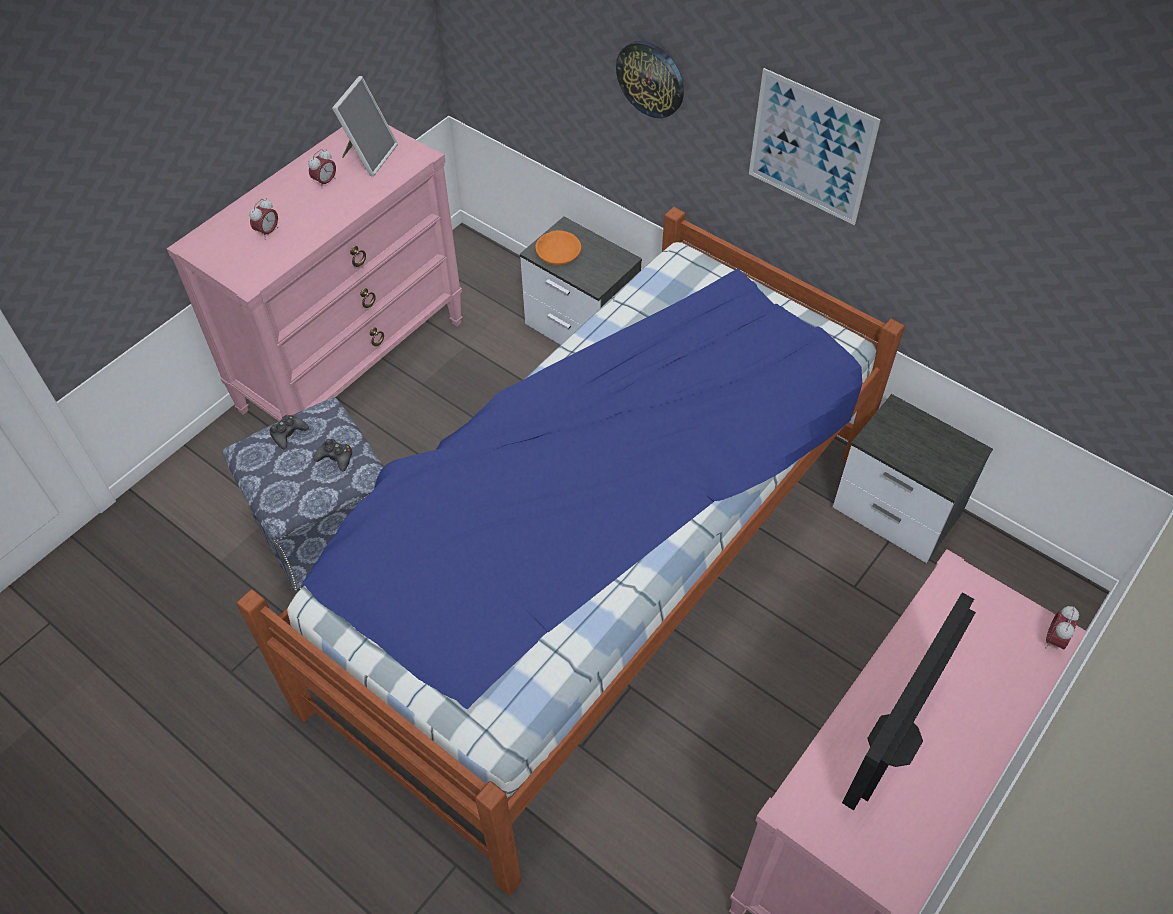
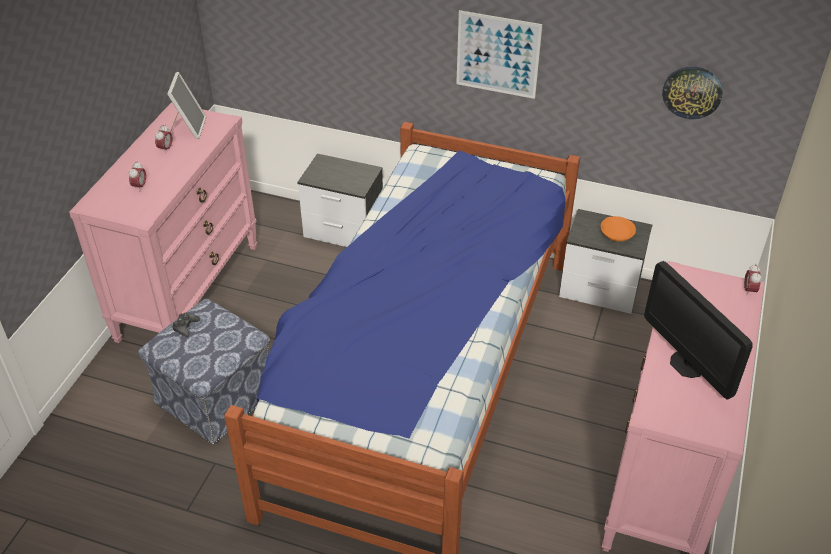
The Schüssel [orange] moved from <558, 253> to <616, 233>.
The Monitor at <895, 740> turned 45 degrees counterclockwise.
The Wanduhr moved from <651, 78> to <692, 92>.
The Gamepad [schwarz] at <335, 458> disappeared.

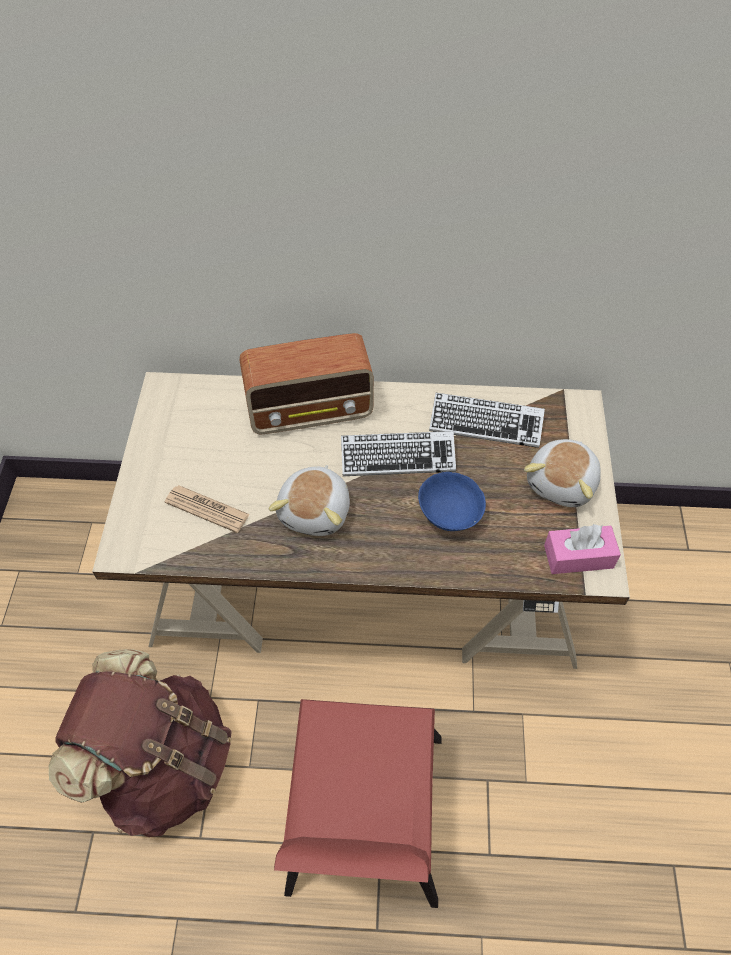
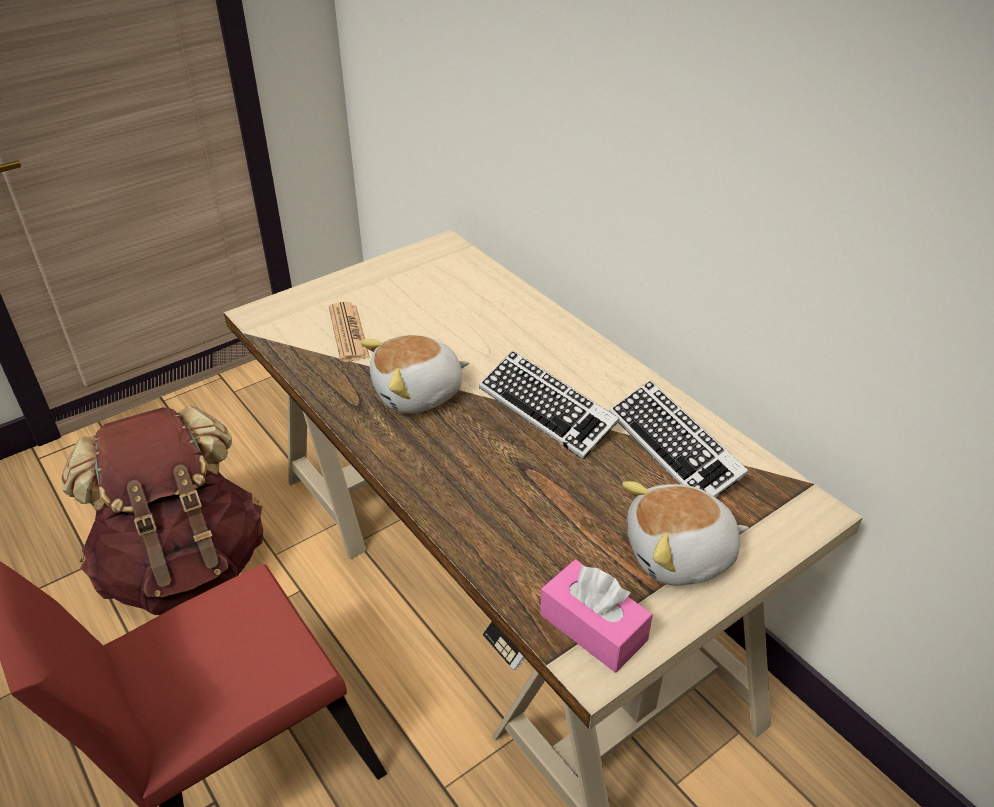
The Radio at <311, 411> disappeared.
The Schüssel [blau] at <449, 517> disappeared.

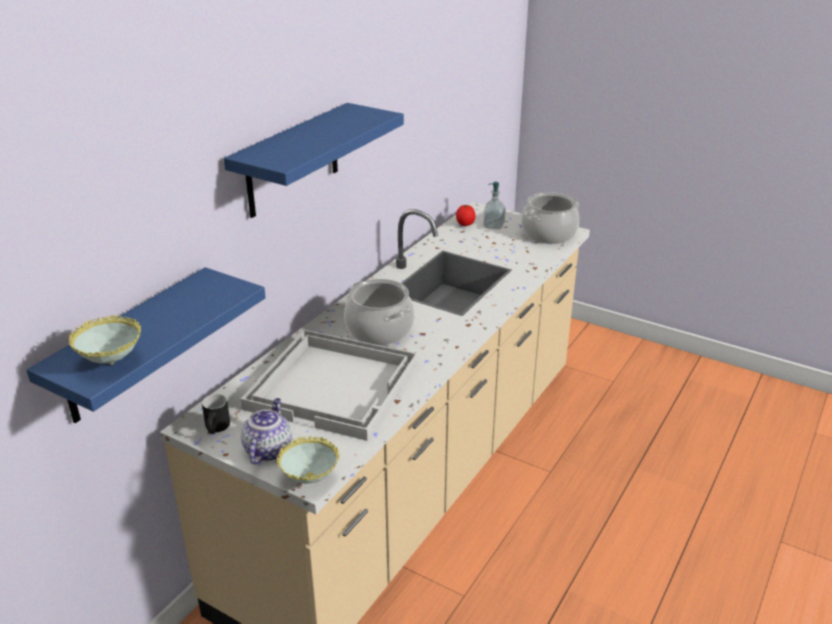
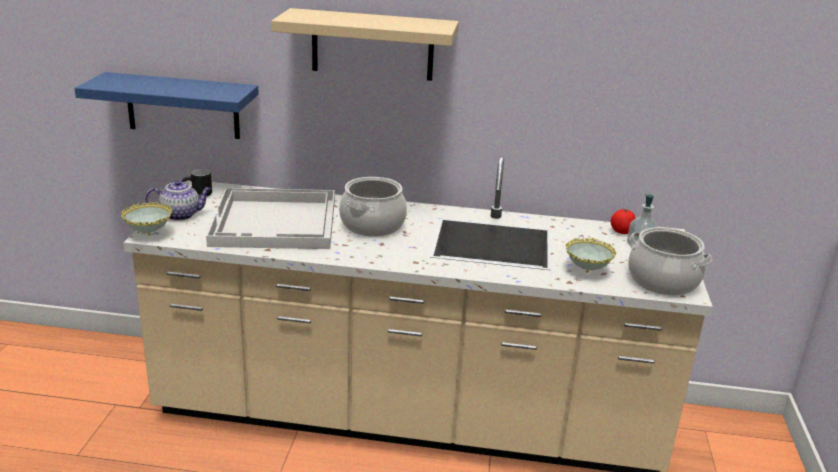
The Wandregal [blau] at <293, 161> became the Wandregal [beige] at <372, 45>.
The Schüssel moved from <112, 364> to <587, 272>.

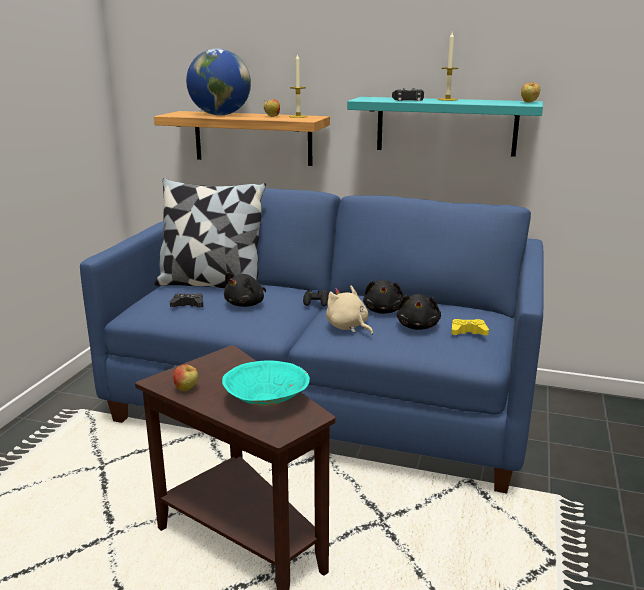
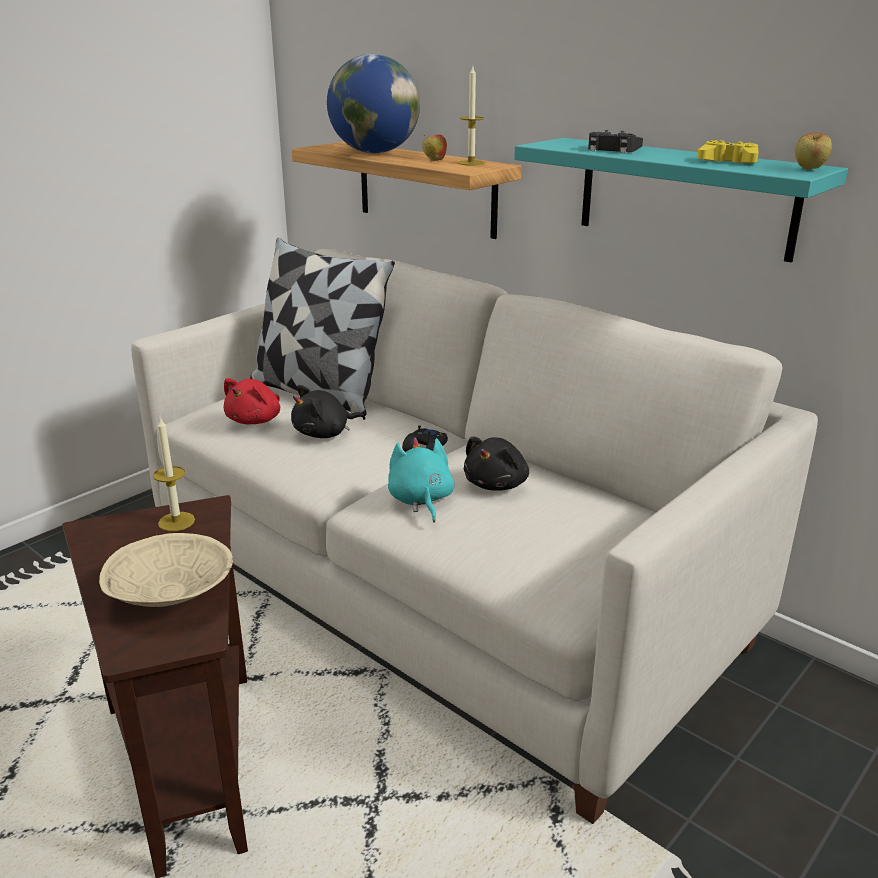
The Schüssel [türkis] at <267, 400> became the Schüssel [beige] at <173, 595>.
The Sofa [blau] at <322, 404> became the Sofa [weiß] at <440, 592>.
The Kerze moved from <447, 99> to <176, 521>.
The Gamepad [schwarz] at <188, 305> was replaced by the Plüschtier [rot] at <256, 420>.
The Plüschtier [beige] at <348, 327> became the Plüschtier [türkis] at <420, 500>.
The Gamepad [gelb] moved from <468, 332> to <728, 161>.
The Apfel at <186, 389> disappeared.
The Plüschtier [schwarz] at <418, 326> disappeared.

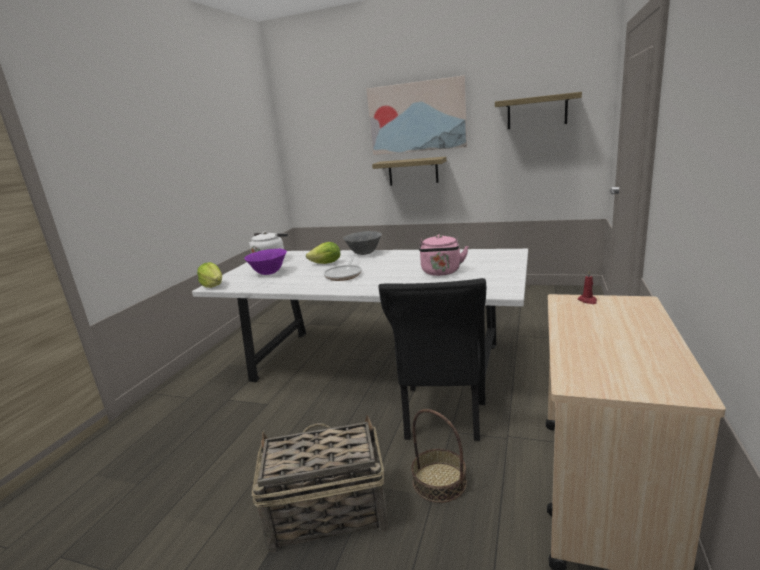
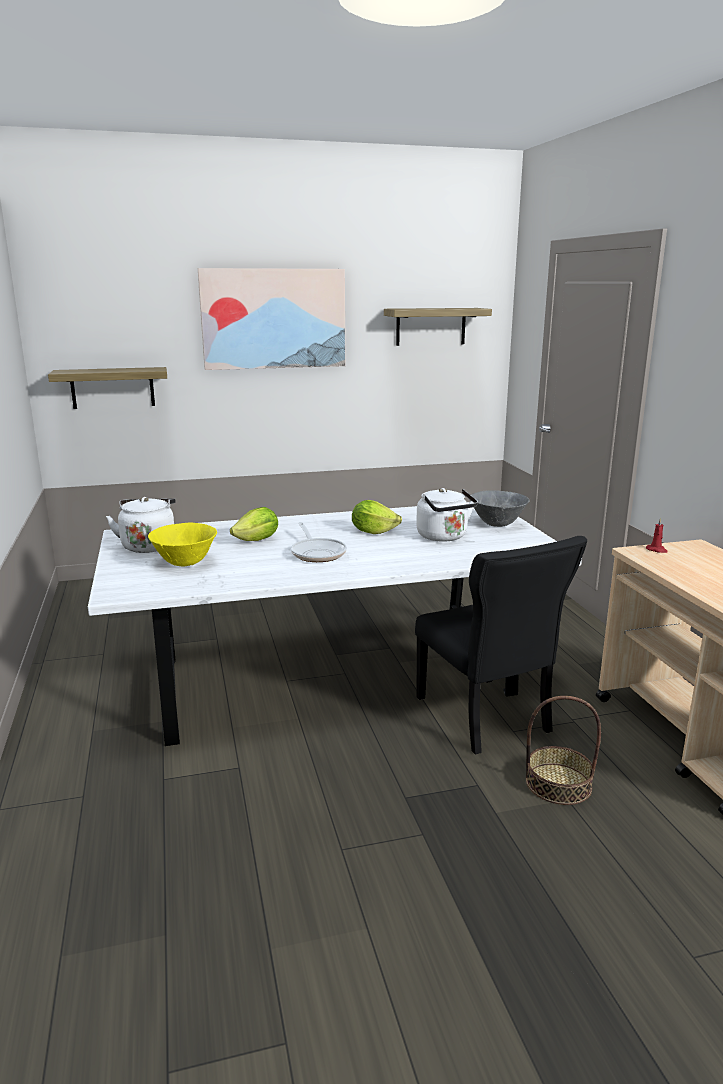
The Wandregal moved from <413, 171> to <112, 388>.
The Schüssel [lila] at <269, 273> became the Schüssel [gelb] at <185, 563>.
The Salatkopf moved from <213, 285> to <373, 532>.
The Wasserkessel [rosa] at <441, 272> became the Wasserkessel [weiß] at <444, 537>.
The Schüssel [grau] moved from <364, 253> to <497, 524>.
The Korb at <326, 512> disappeared.

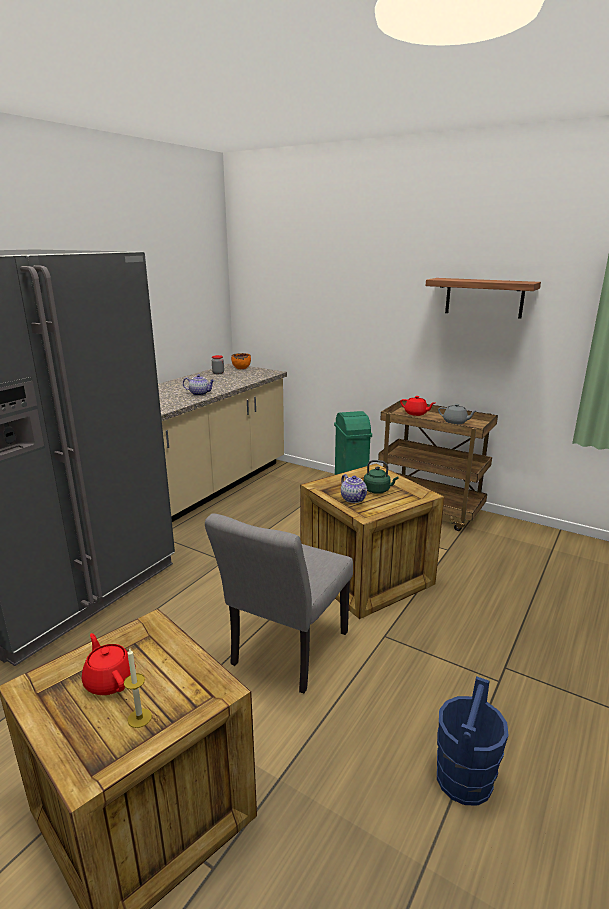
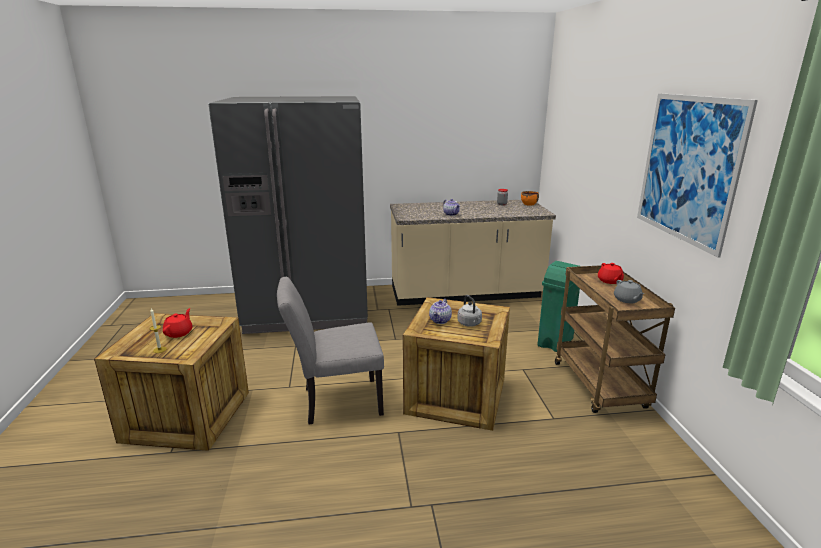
The Wasserkessel [grün] at <378, 490> became the Wasserkessel [grau] at <470, 324>.
The Wandregal at <484, 297> was replaced by the Bild at <688, 169>.
The Eimer [blau] at <464, 779> disappeared.

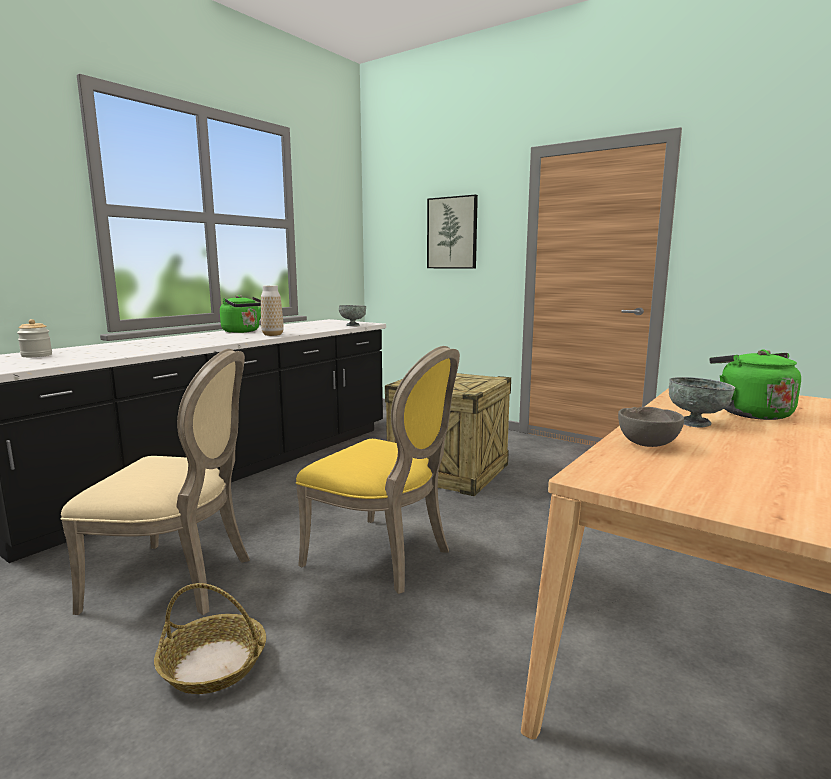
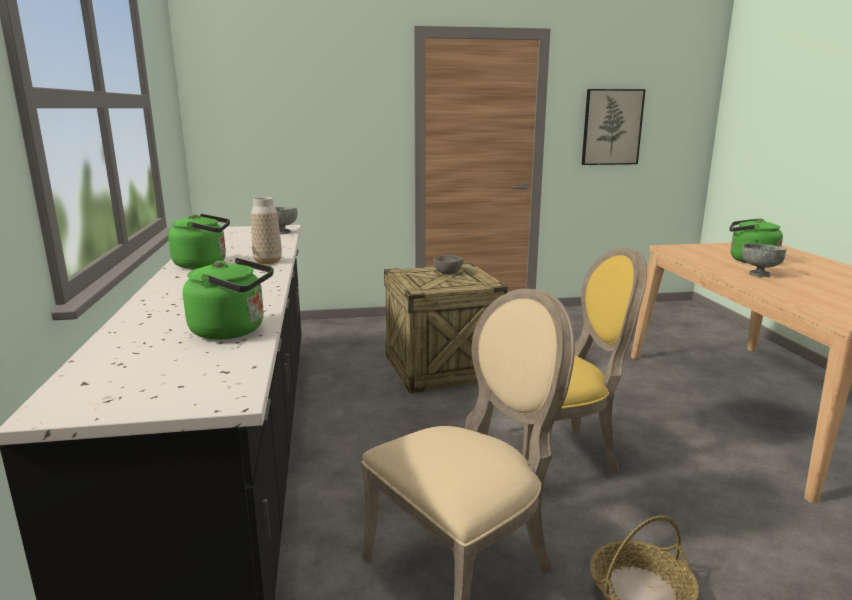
The Wasserkessel [grün] at <233, 331> appeared.
The Schüssel [grau] moved from <648, 445> to <448, 273>.
The Bild moved from <452, 233> to <611, 127>.
The Vorratsglas at <36, 355> disappeared.

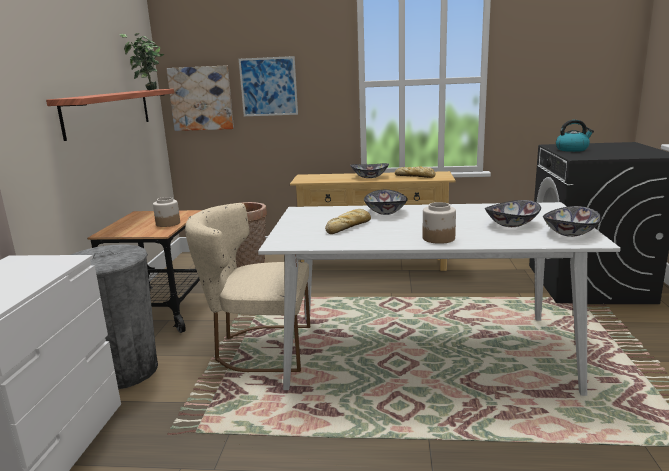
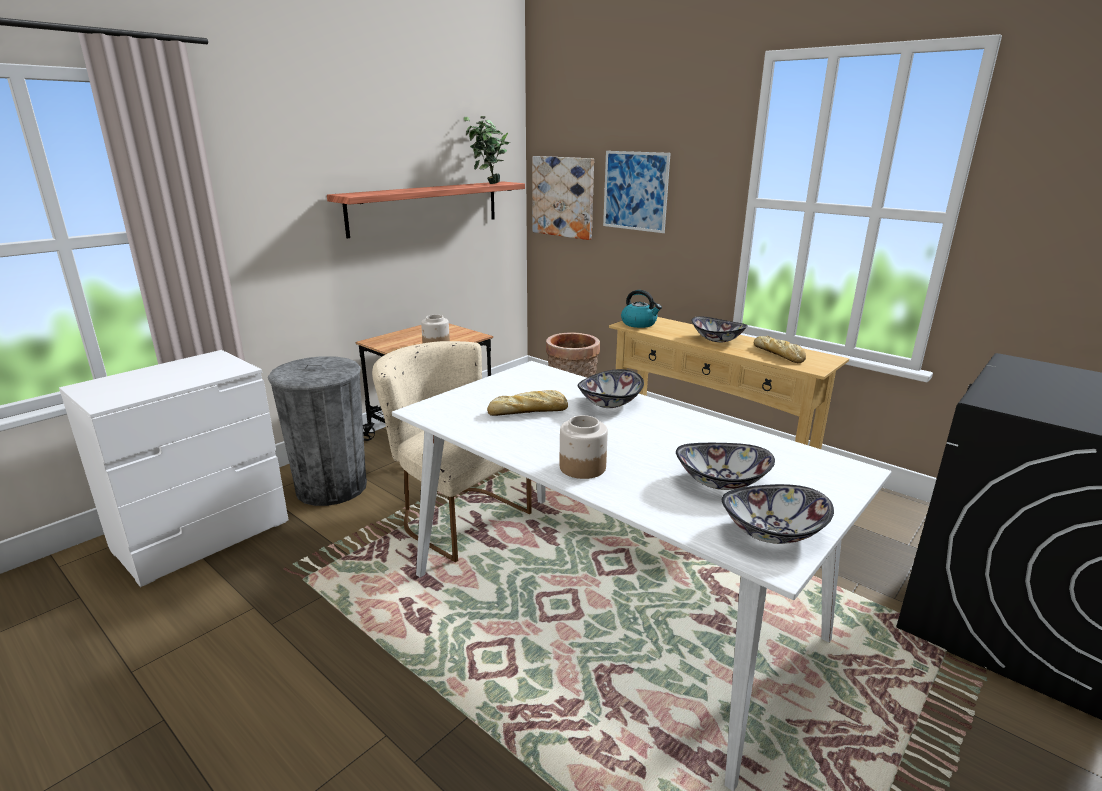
The Wasserkessel moved from <572, 149> to <639, 324>.

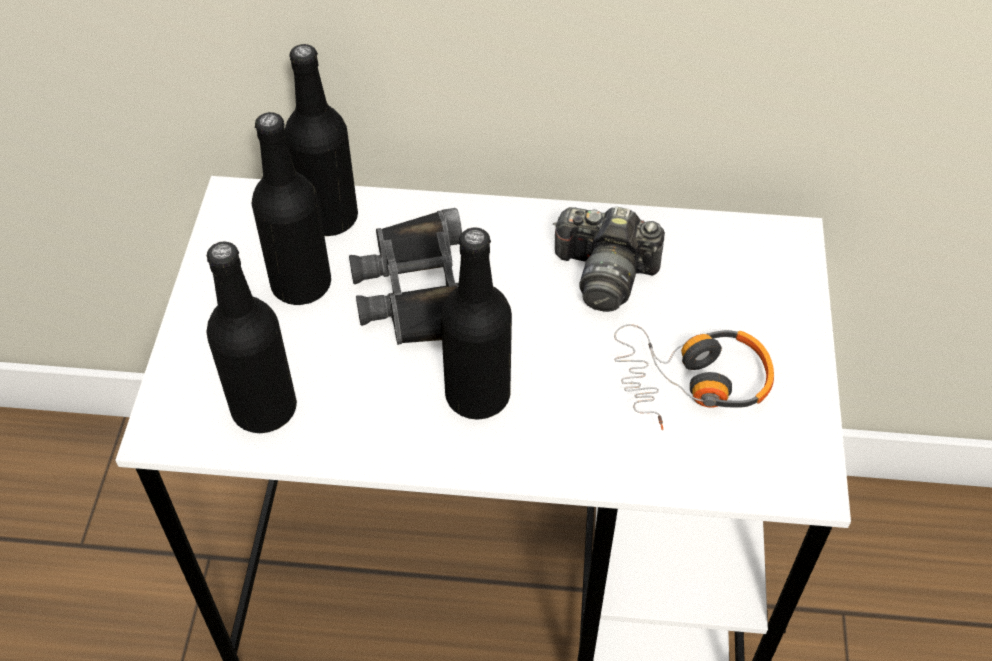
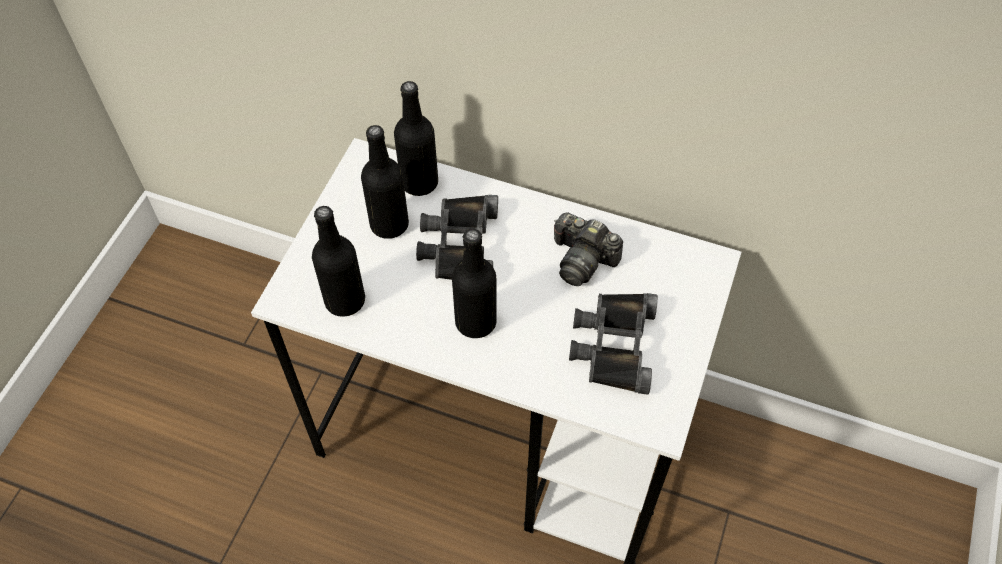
The Kopfhörer at <692, 382> was replaced by the Fernglas [schwarz] at <613, 344>.

